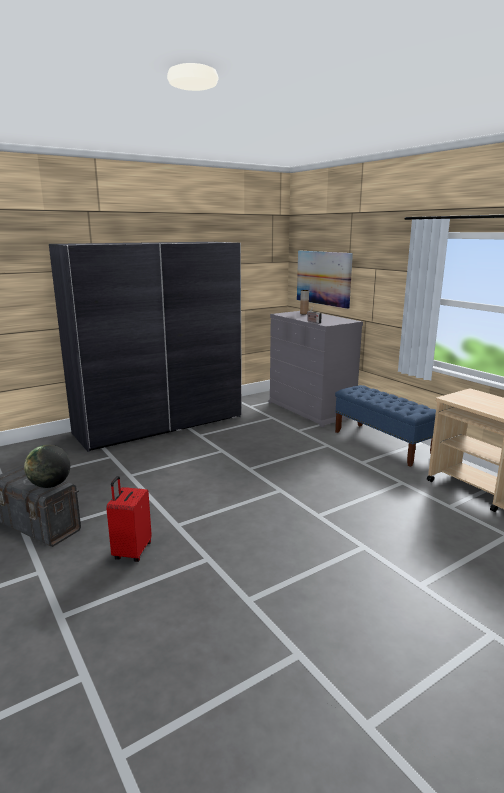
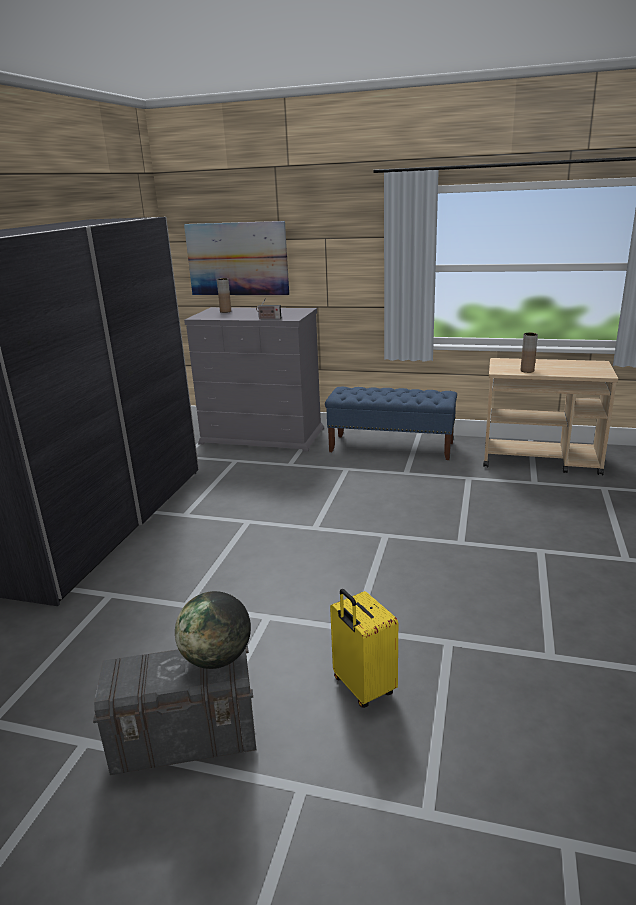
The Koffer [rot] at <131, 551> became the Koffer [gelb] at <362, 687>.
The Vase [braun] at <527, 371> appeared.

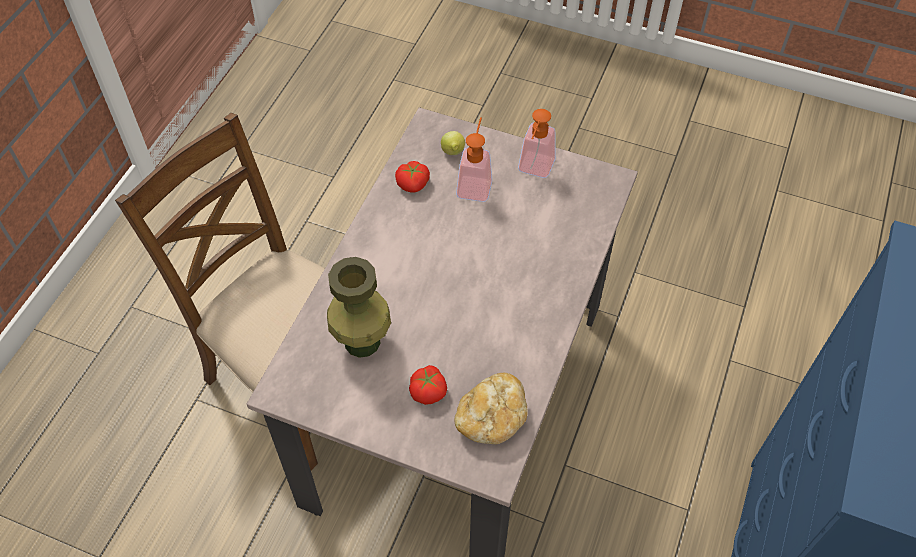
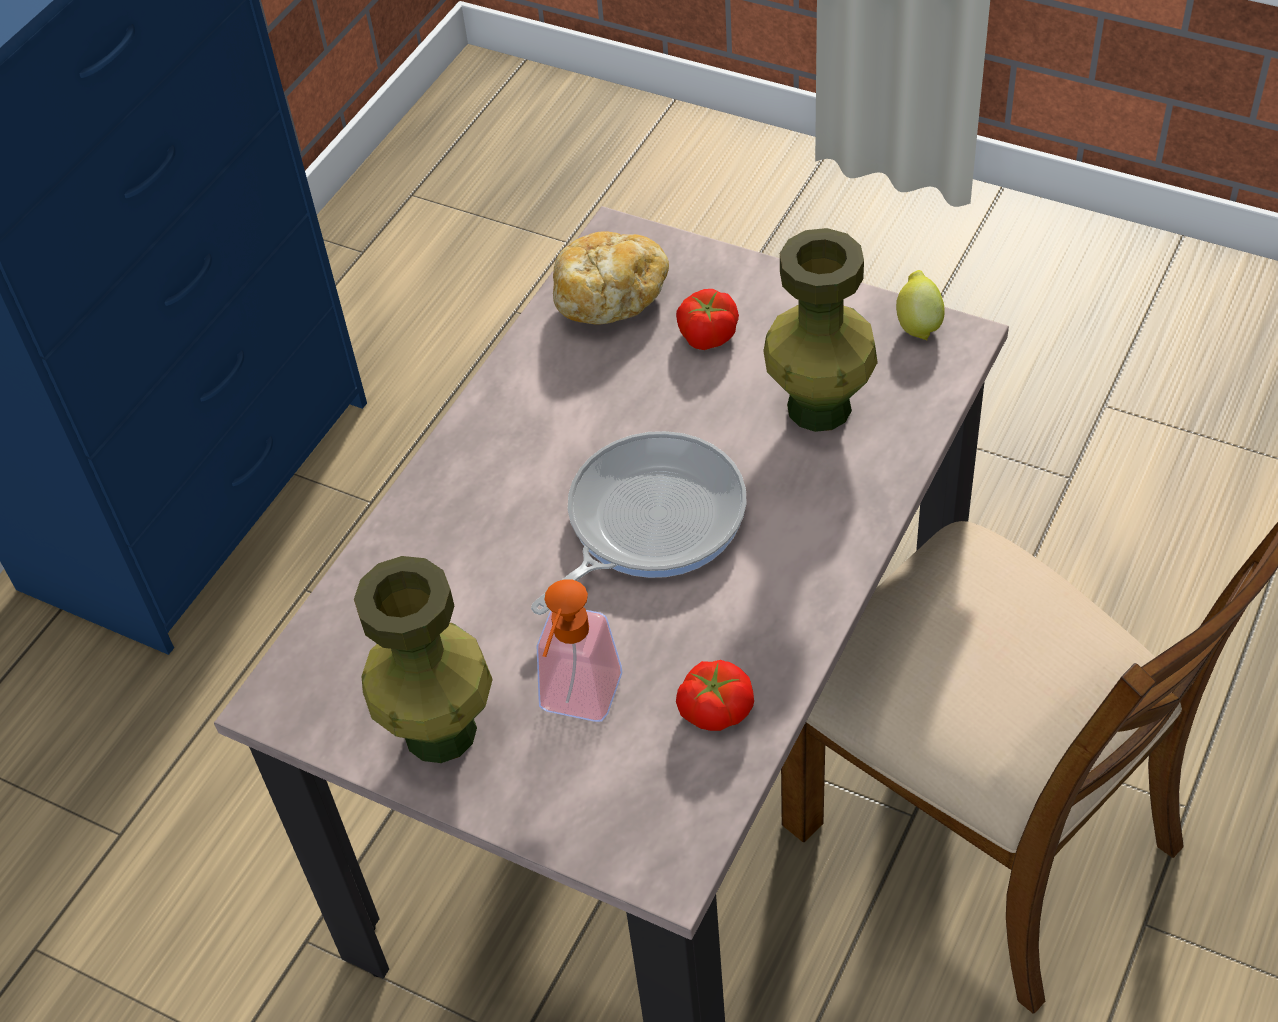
The Seifenspender at <534, 170> was replaced by the Vase [grün] at <439, 732>.
The Pfanne at <648, 521> appeared.
The Zitrone moved from <453, 153> to <918, 324>.

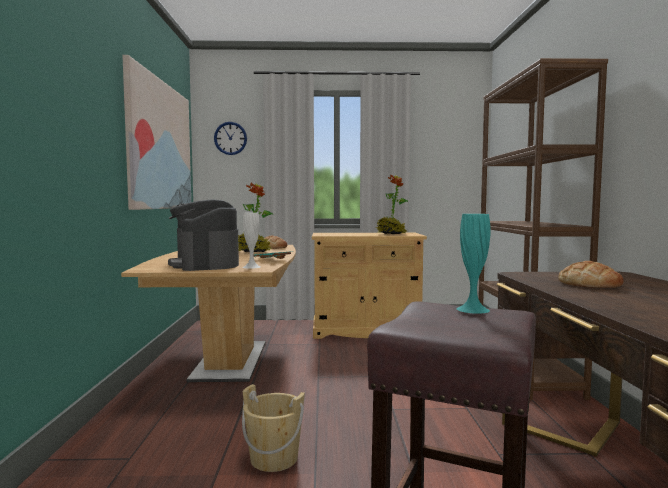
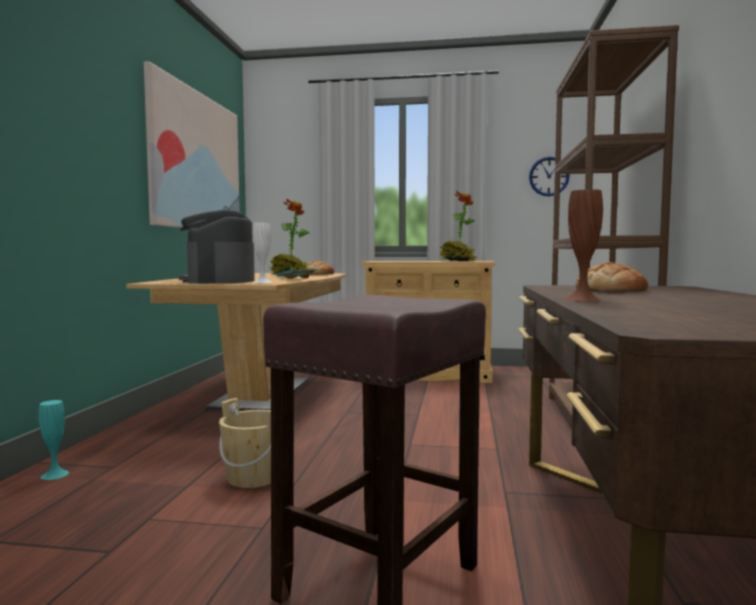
The Vase [türkis] moved from <473, 309> to <55, 474>.
The Wanduhr moved from <230, 138> to <549, 176>.
The Vase [braun] at <582, 299> appeared.

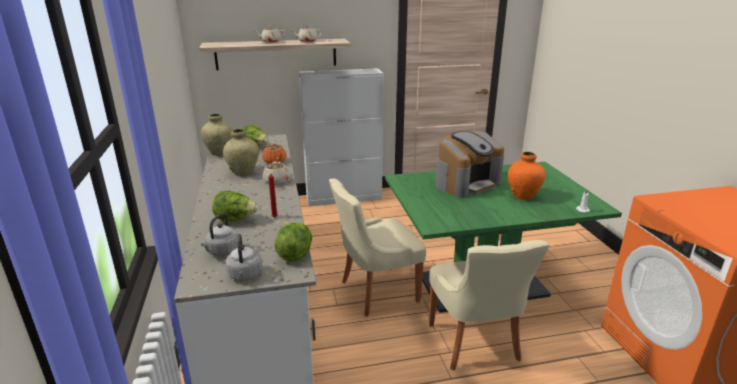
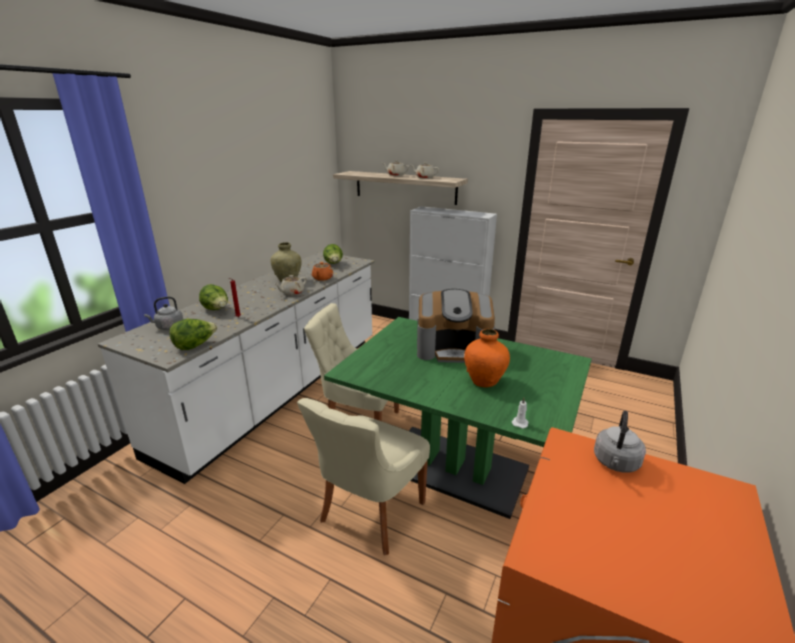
The Wasserkessel [grau] moved from <245, 275> to <615, 463>.
The Vase [beige] at <219, 153> disappeared.

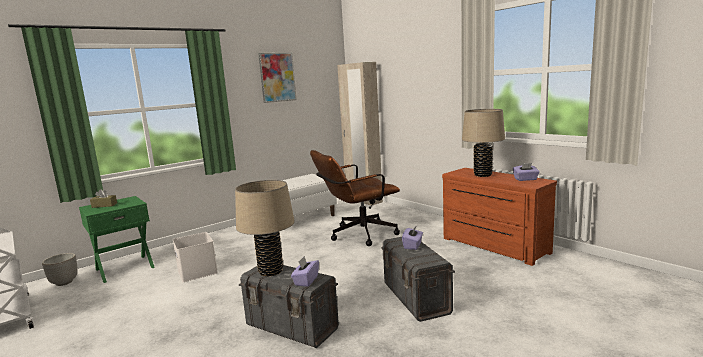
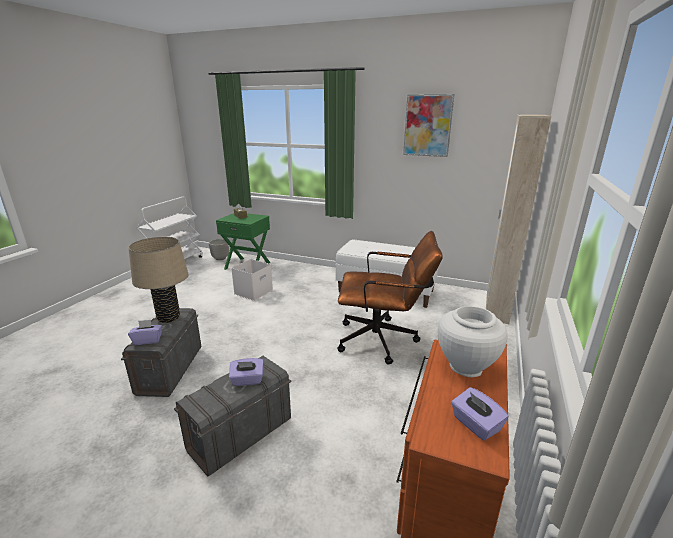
The Bürostuhl [braun] at <357, 235> turned 150 degrees clockwise.
The Tischlampe [beige] at <483, 175> was replaced by the Vase [weiß] at <465, 366>.

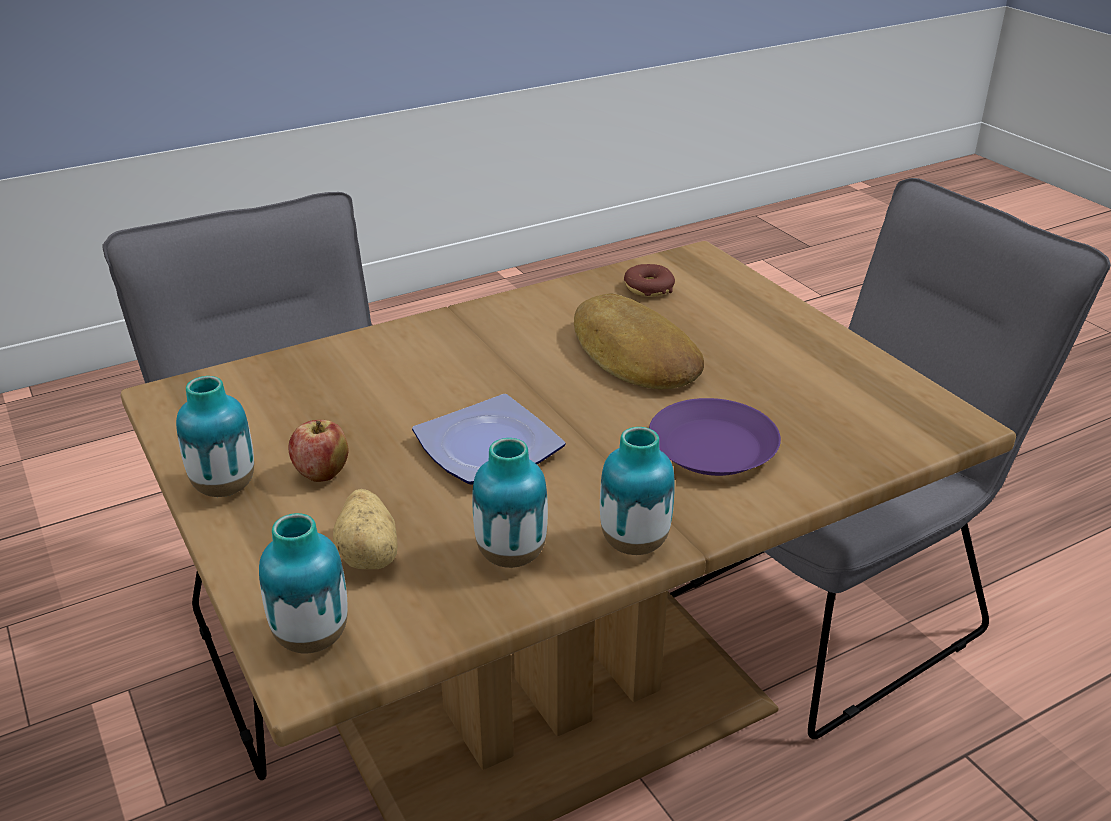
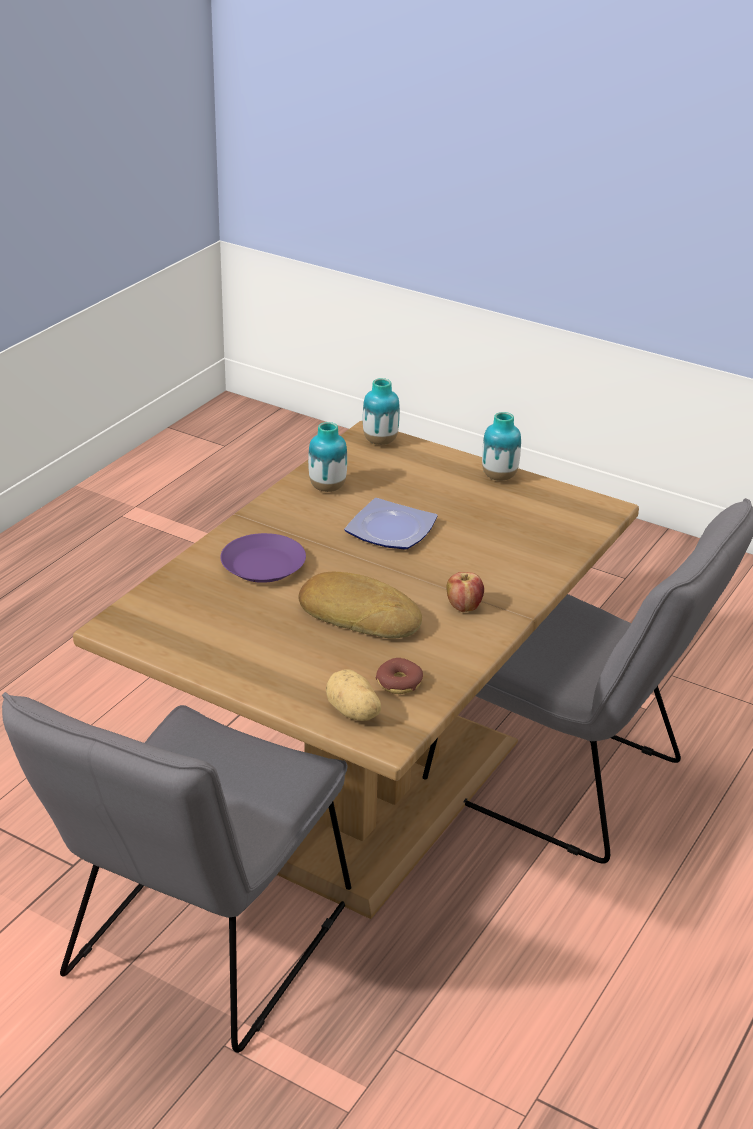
The Kartoffel moved from <370, 554> to <352, 713>.
The Apfel moved from <322, 474> to <464, 607>.
The Vase at <634, 543> disappeared.

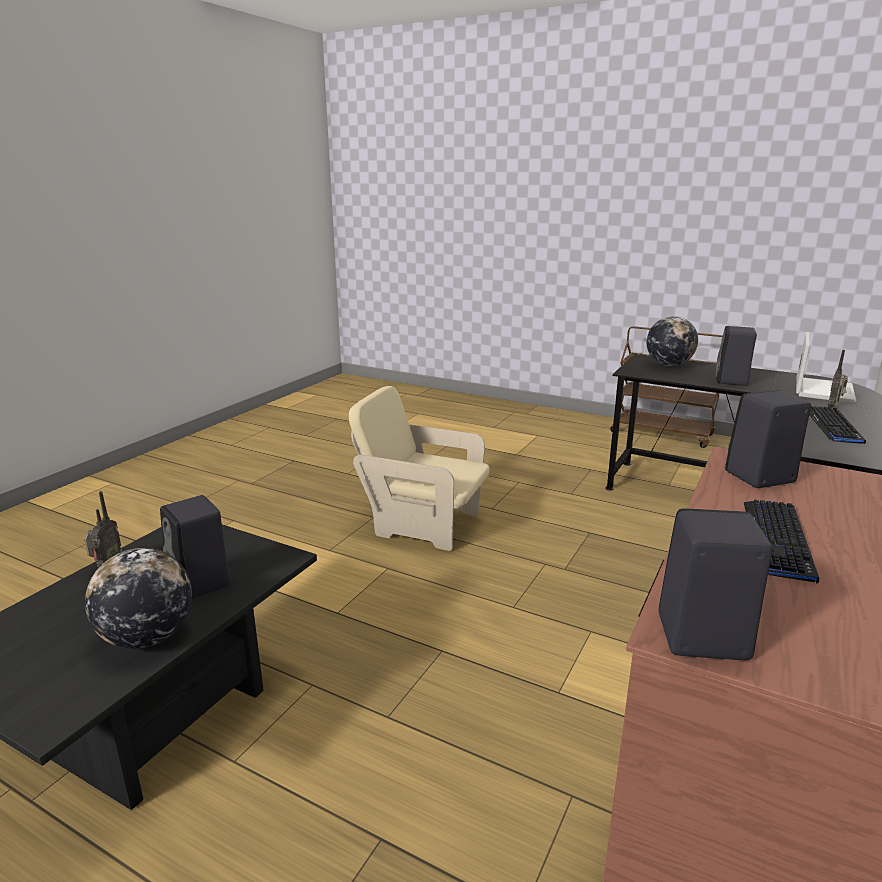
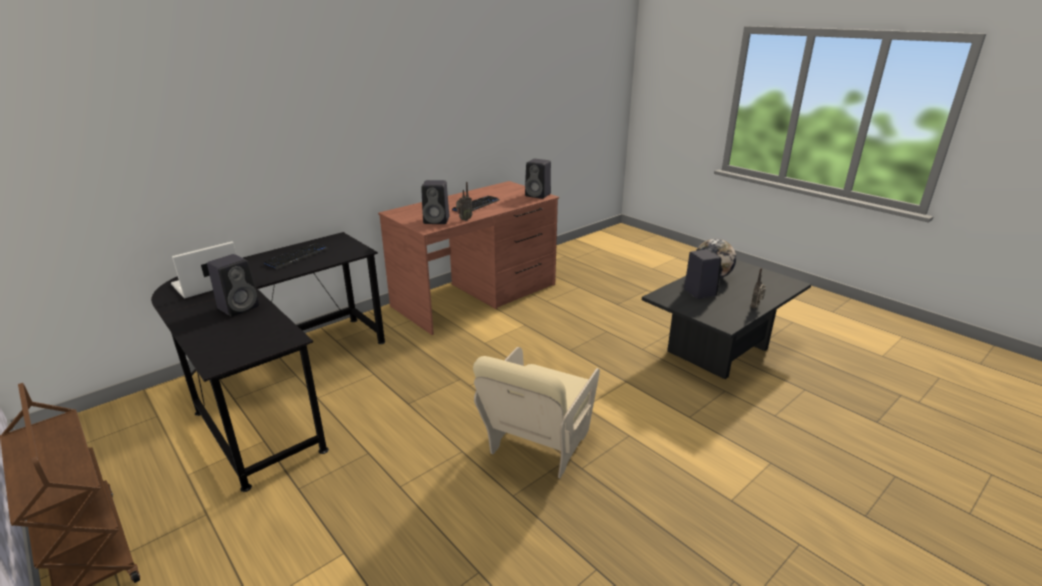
The Radio moved from <834, 407> to <464, 220>.
The Sessel [beige] at <422, 524> turned 75 degrees clockwise.
The Globus at <668, 365> disappeared.

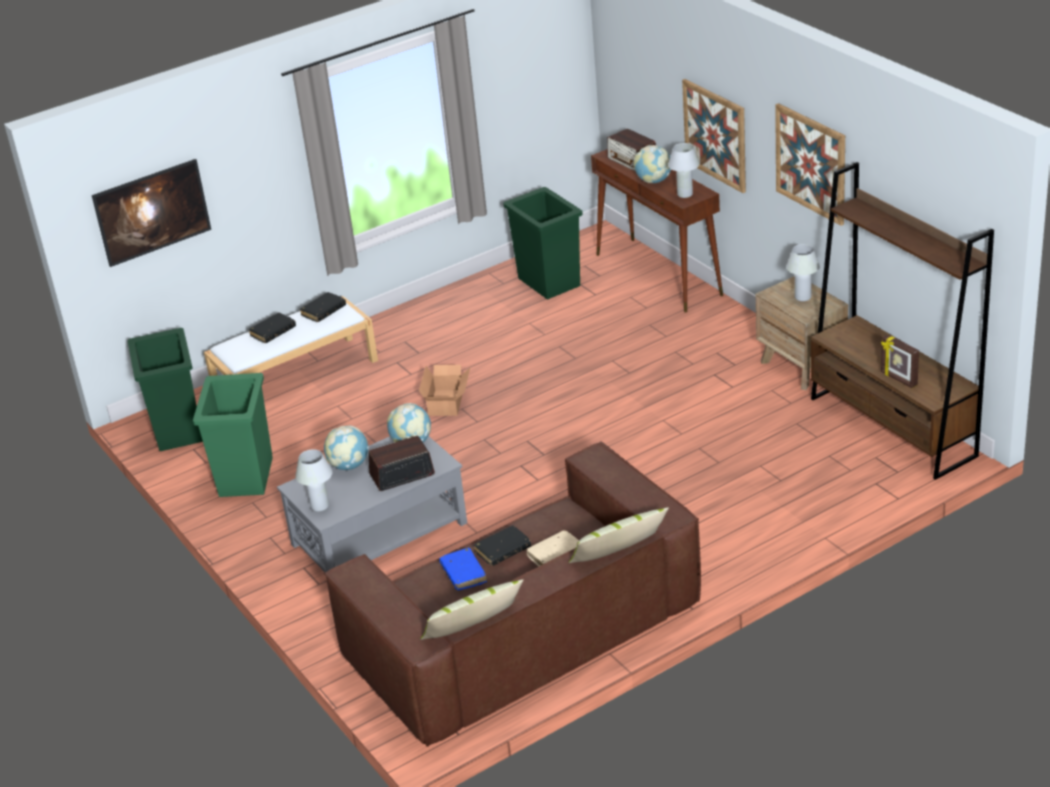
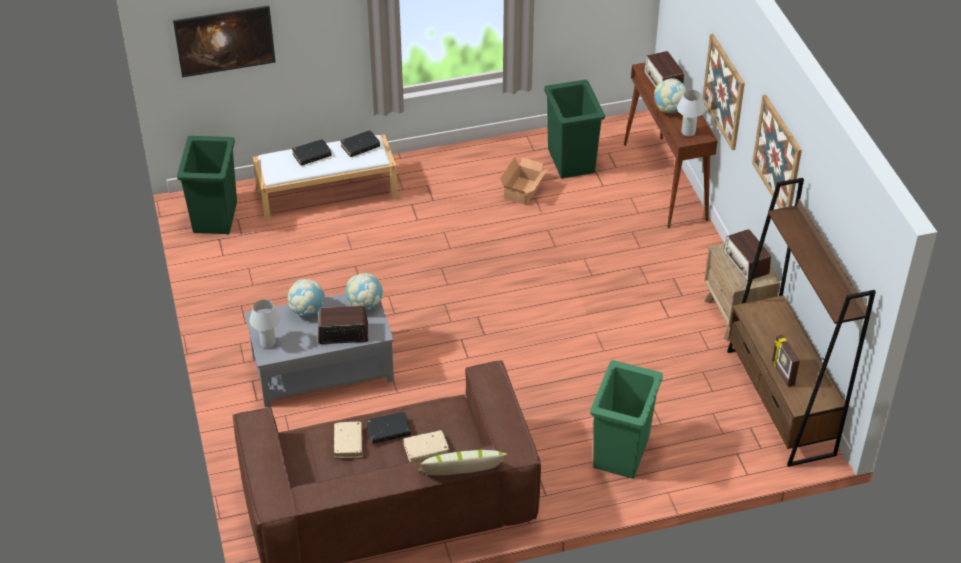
The Buch [blau] at <463, 574> became the Buch [beige] at <348, 443>.
The Karton moved from <448, 402> to <524, 190>.
The Mülleimer [grün] moved from <245, 477> to <620, 453>.
The Tischlampe [weiß] at <803, 297> was replaced by the Radio at <746, 263>.
The Kissen at <473, 626> disappeared.

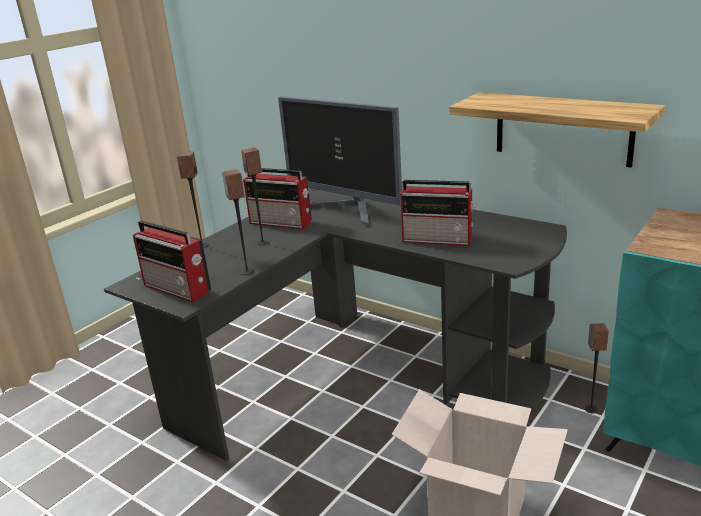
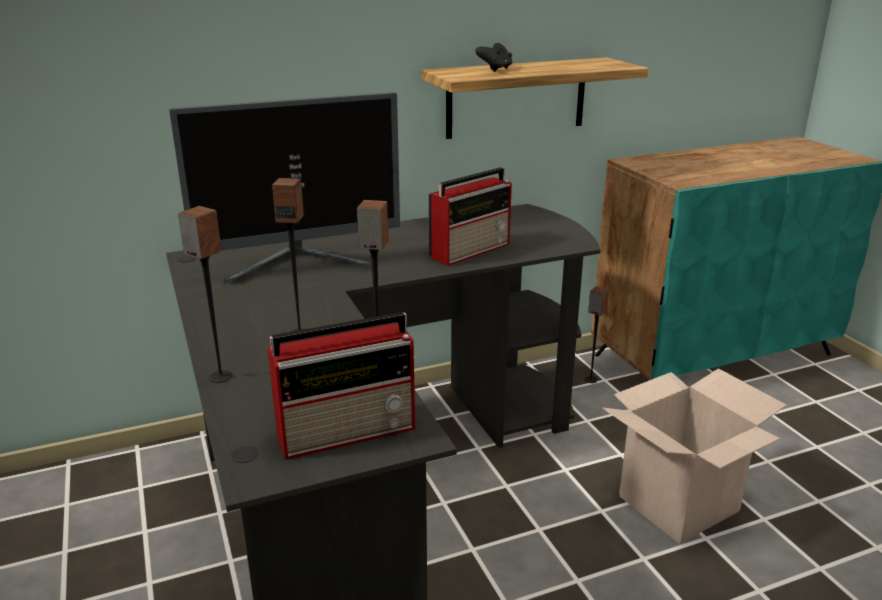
The Gamepad [schwarz] at <495, 69> appeared.
The Radio at <282, 222> disappeared.

